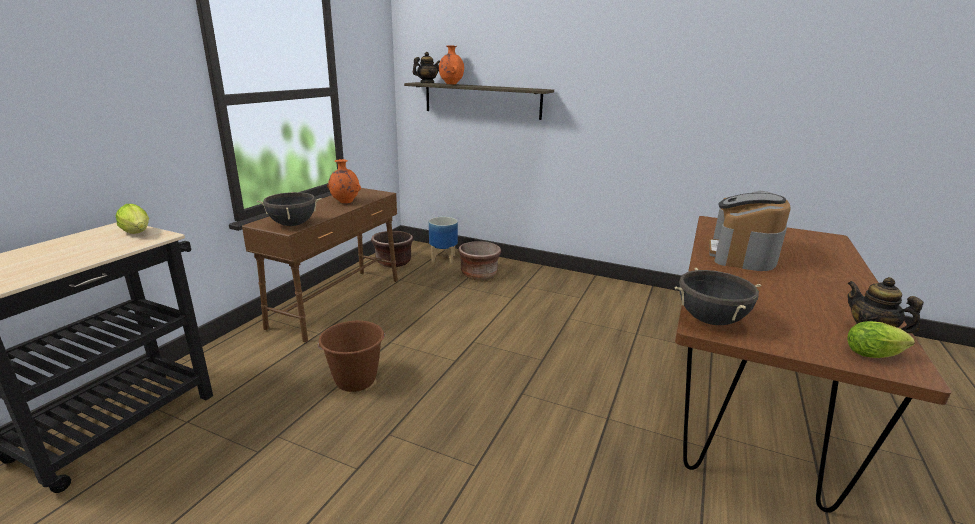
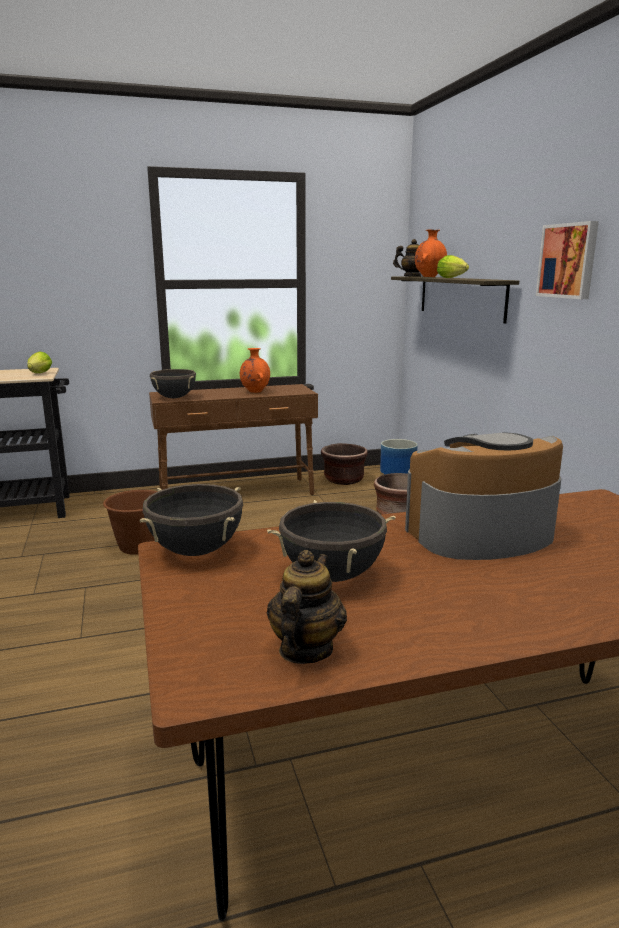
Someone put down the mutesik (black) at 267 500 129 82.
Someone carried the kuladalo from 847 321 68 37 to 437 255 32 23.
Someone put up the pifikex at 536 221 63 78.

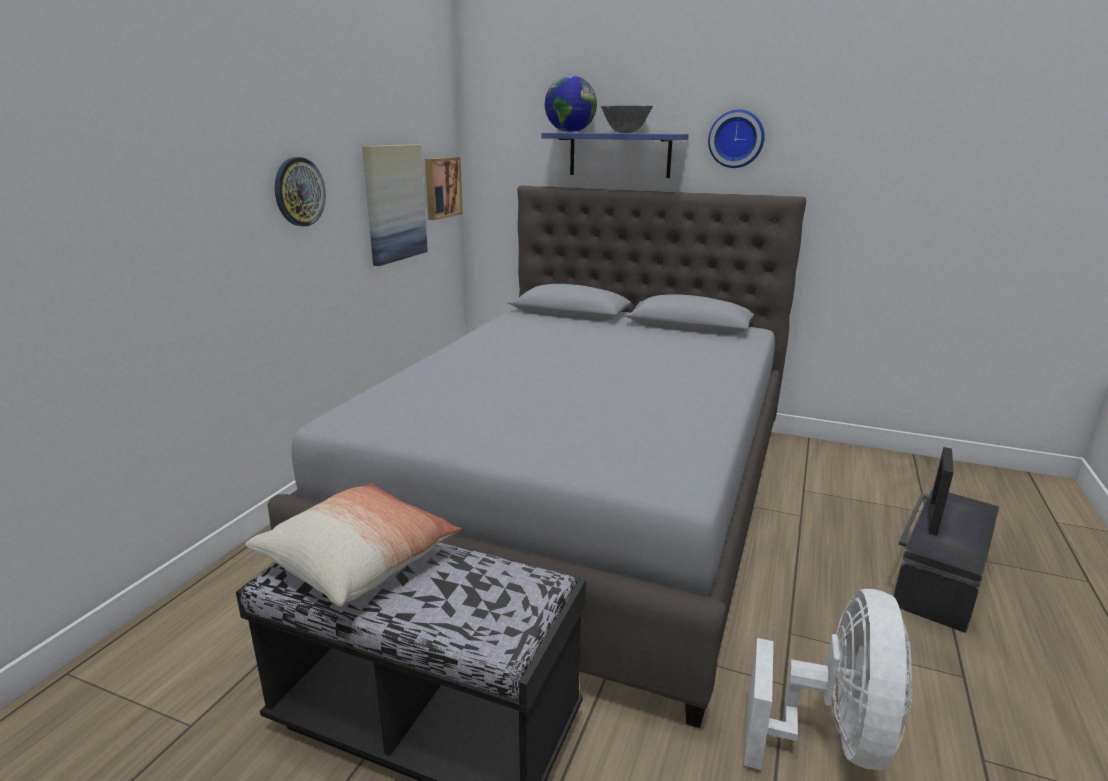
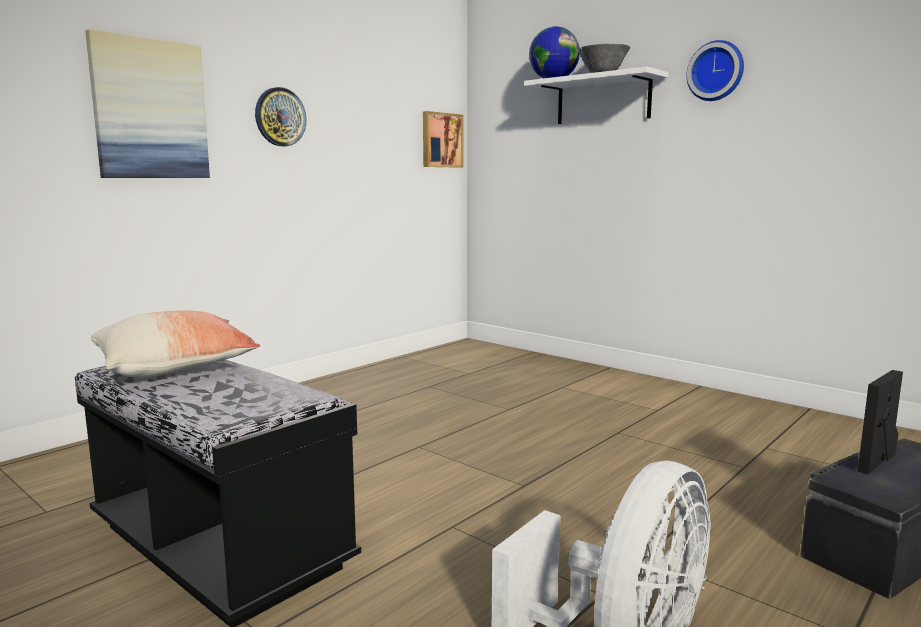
Someone carried the pifikex from 362 144 66 122 to 85 29 125 149.
Someone repainted the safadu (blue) at 541 133 148 45, which became the safadu (white) at 524 67 144 57.
Someone took away the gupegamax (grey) at 268 186 538 542.

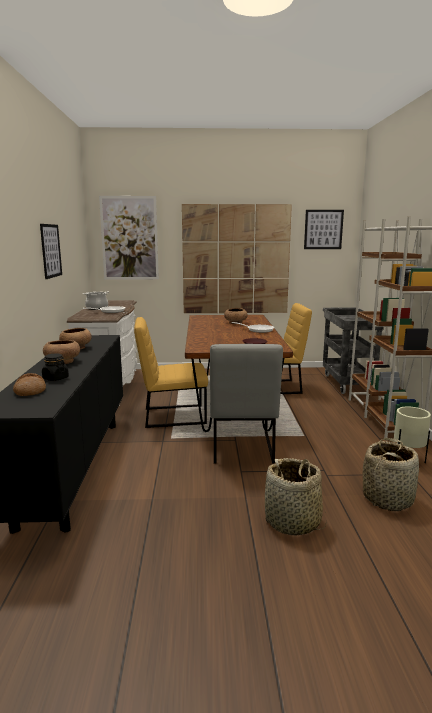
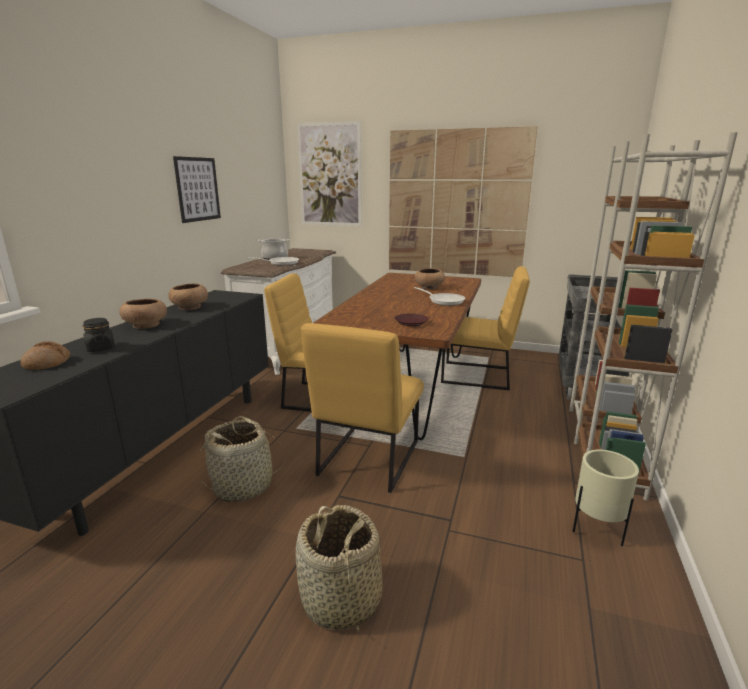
Someone carried the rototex from 363 438 56 73 to 201 416 85 86.
Someone repainted the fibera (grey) at 210 344 73 119, which became the fibera (yellow) at 300 323 124 170.
Someone took away the pifikex at 304 210 40 39.

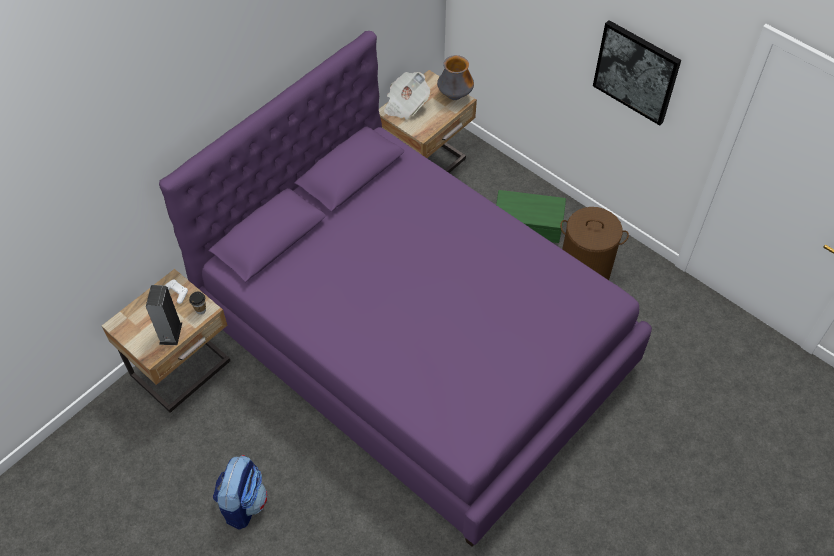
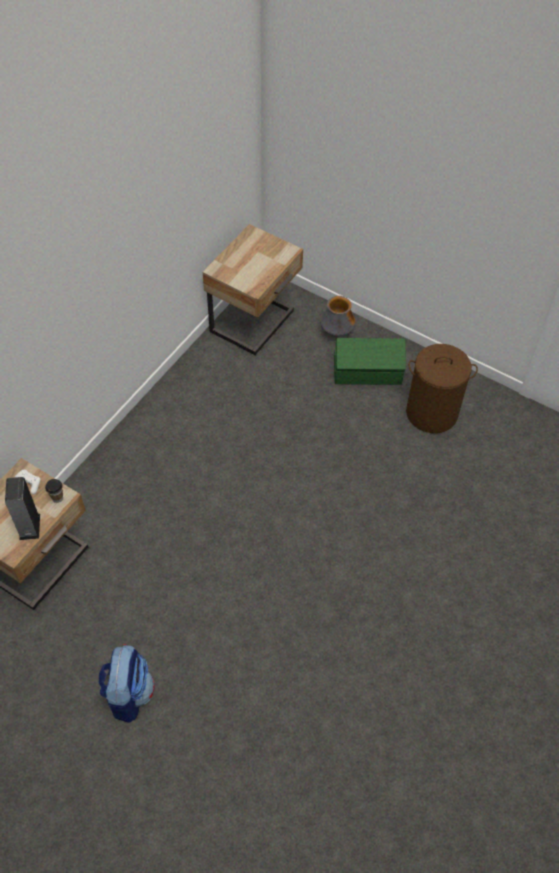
Someone carried the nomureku from 437 55 37 45 to 320 296 36 41.
Someone took away the gupegamax (purple) at 159 31 493 516.
Someone took away the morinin at 384 72 46 48.
Someone took away the pifikex at 593 20 88 106.

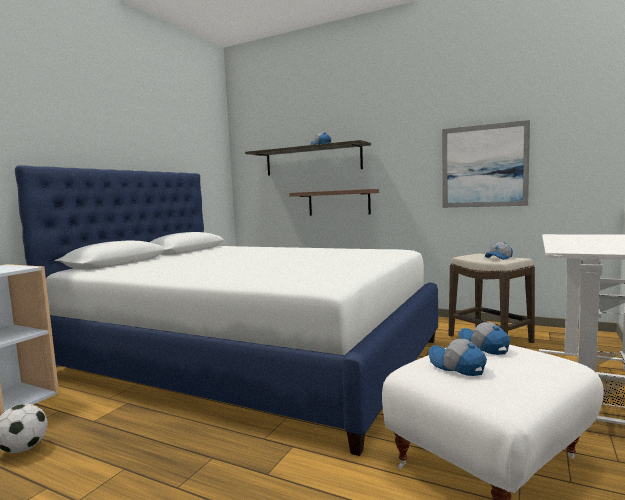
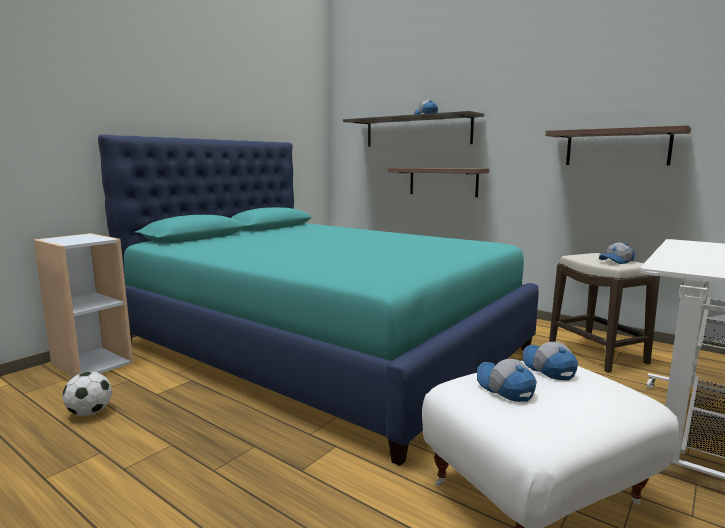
Someone repainted the gupegamax (white) at 15 165 423 291, which became the gupegamax (turquoise) at 98 134 441 332.
Someone swapped the pifikex at 442 120 88 88 for the safadu at 545 125 146 40.

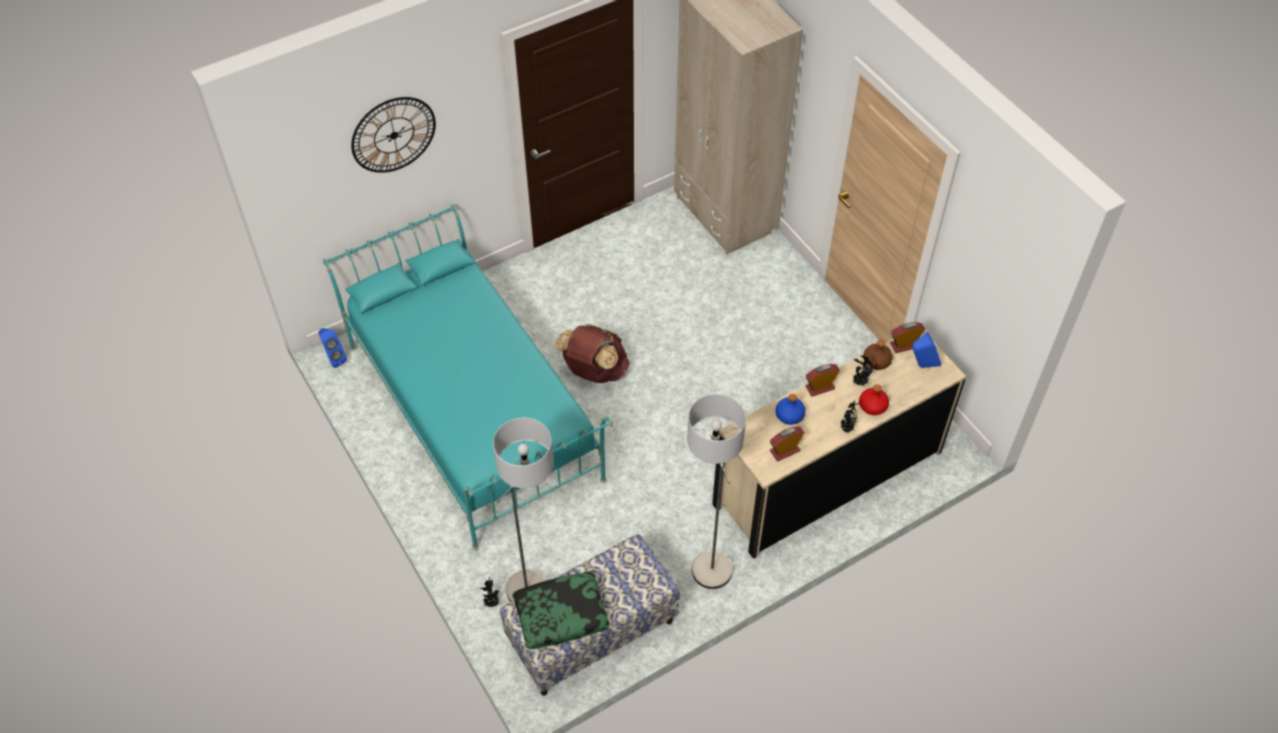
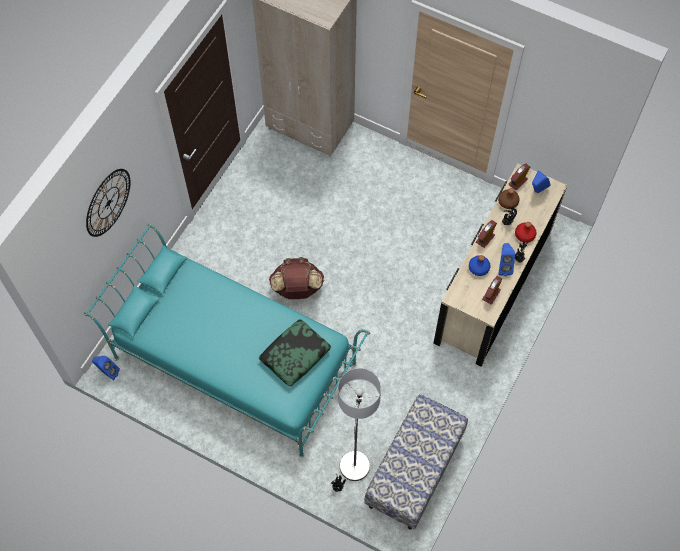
Someone carried the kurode from 512 572 98 77 to 259 319 72 67.
Someone put down the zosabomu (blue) at 498 243 17 33.
Someone took away the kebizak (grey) at 687 394 59 195.

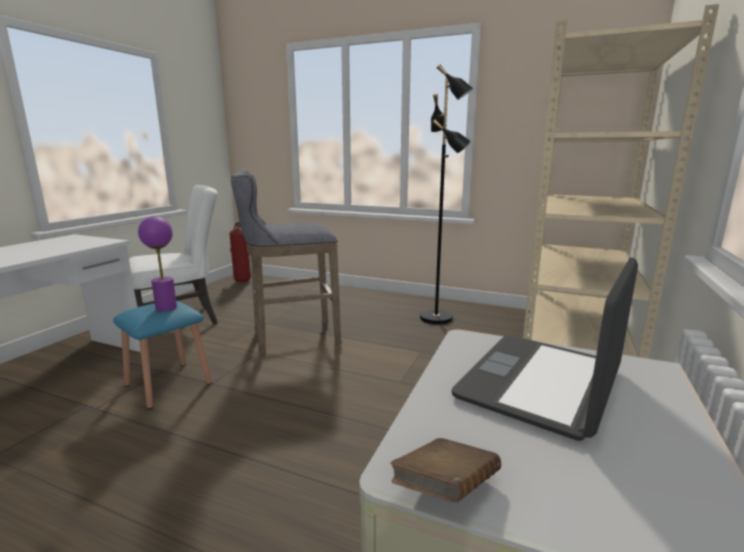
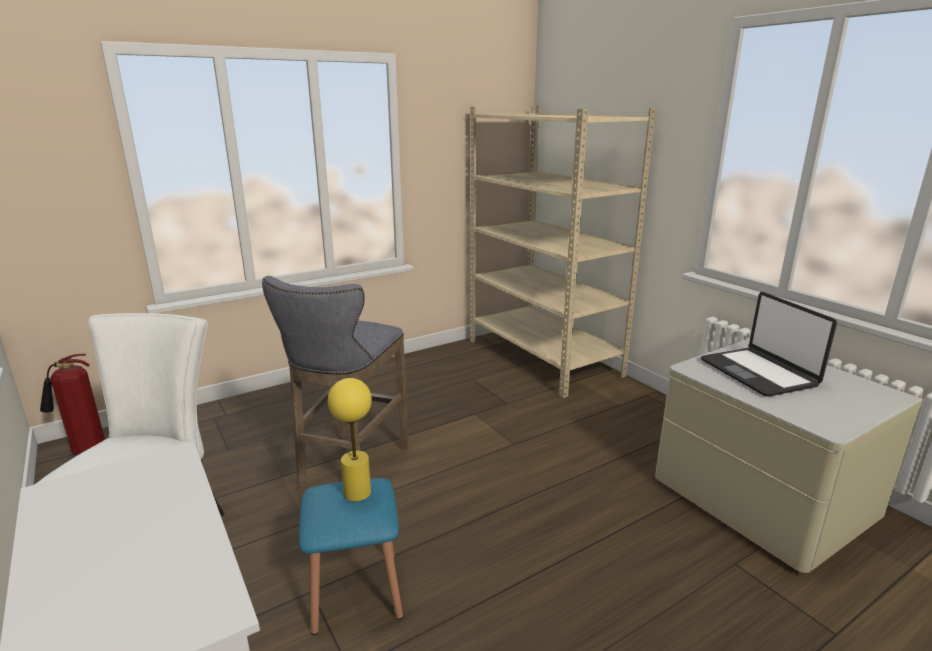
Someone repainted the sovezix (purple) at 138 217 39 95, which became the sovezix (yellow) at 328 378 44 124.
Someone took away the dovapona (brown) at 390 438 111 64.
Someone took away the kebizak (black) at 420 64 53 260.

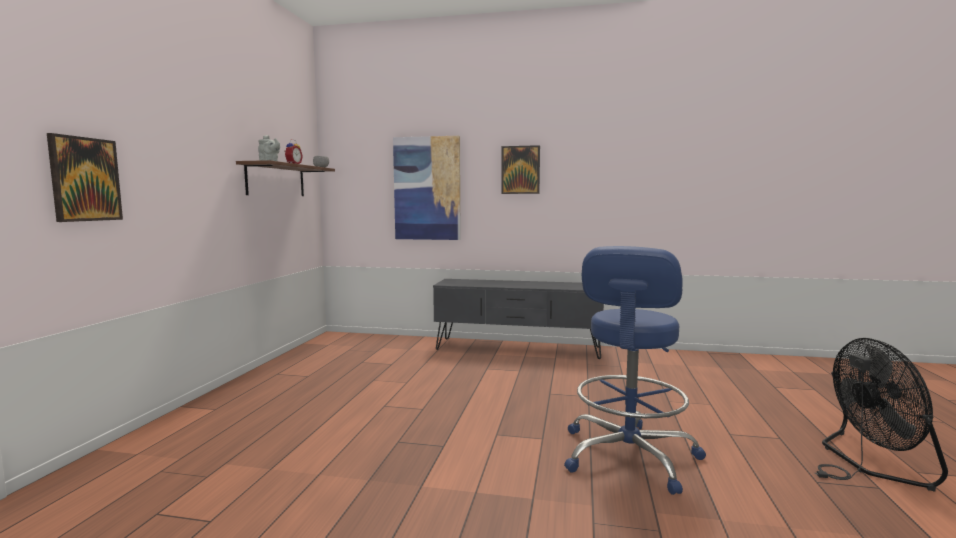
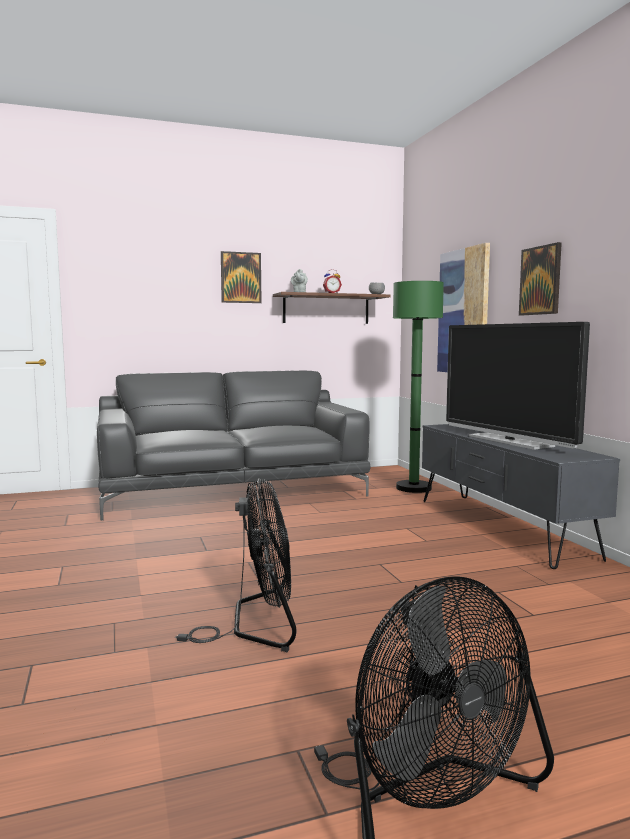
Someone put down the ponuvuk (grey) at 97 370 274 151.
Someone swapped the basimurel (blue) at 564 246 142 249 for the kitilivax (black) at 176 478 120 175.
Someone carried the pifikex from 47 133 76 89 to 221 251 41 52.
Someone put down the kebizak (green) at 393 281 51 212.
Someone put down the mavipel at 446 322 144 128.

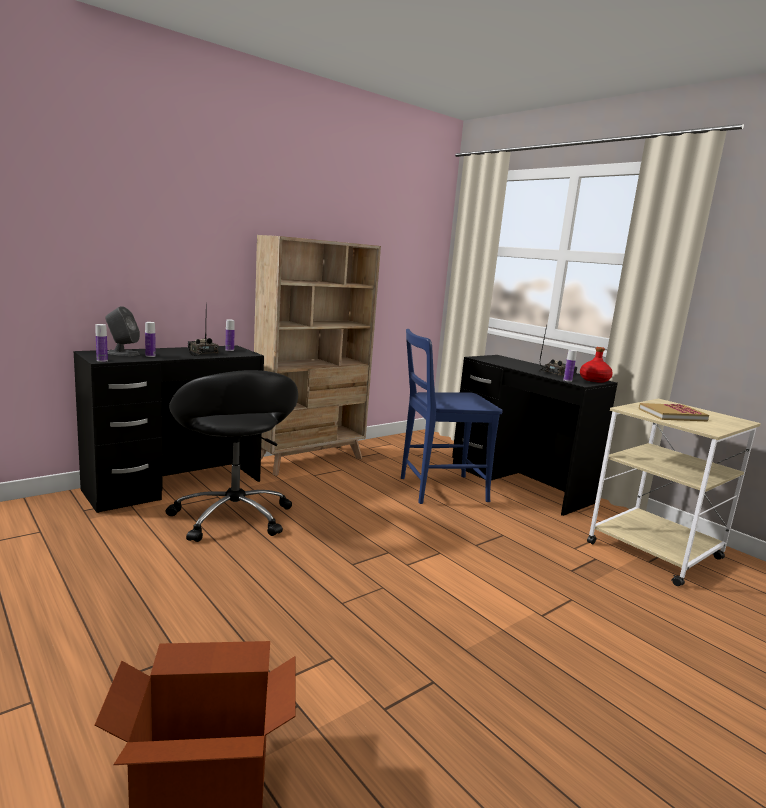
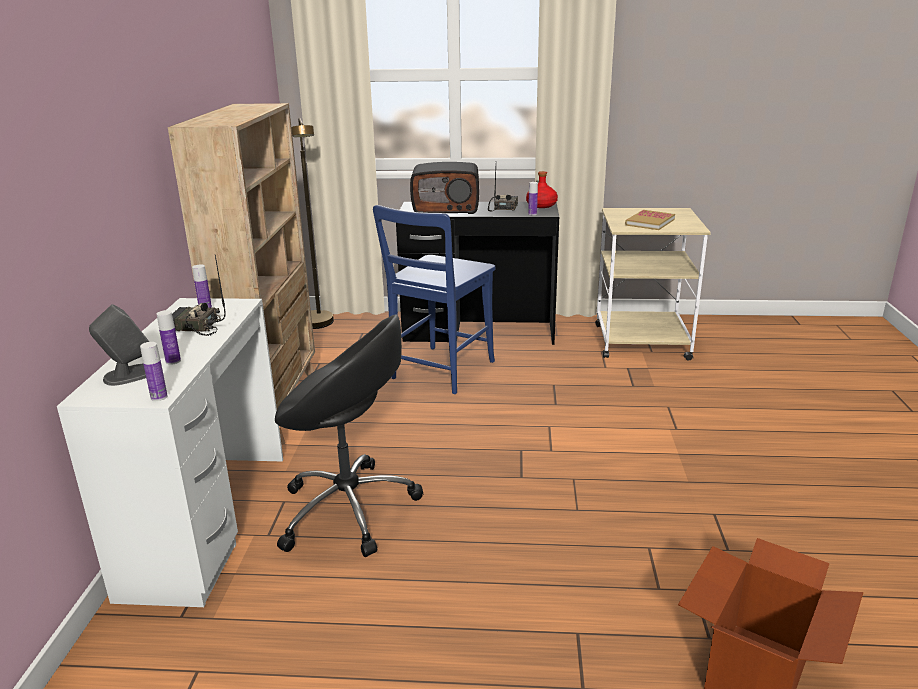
Someone repainted the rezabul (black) at 74 345 190 168, which became the rezabul (white) at 57 298 226 309.
Someone put down the kebizak (brown) at 291 118 43 211.
Someone put down the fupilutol at 410 162 69 52.

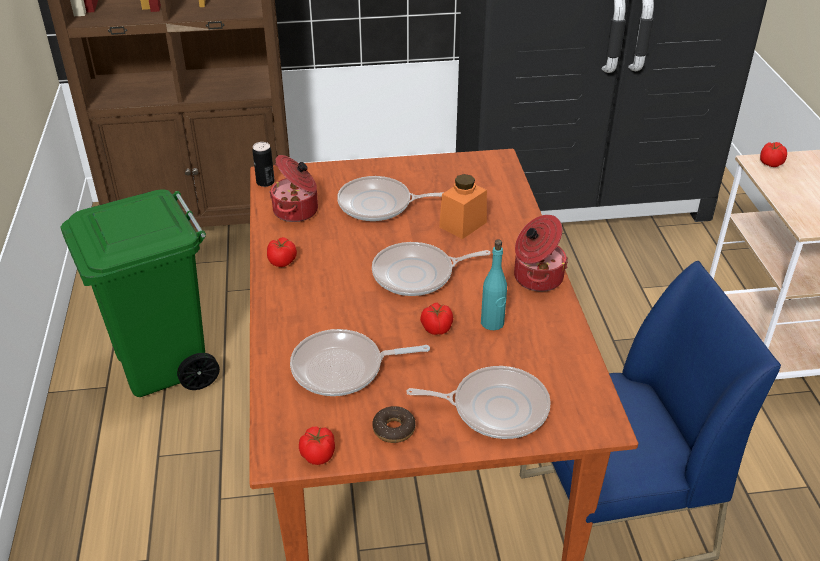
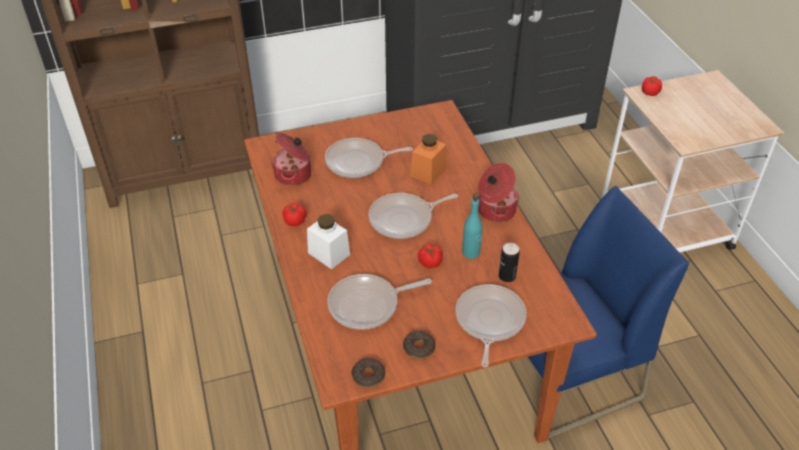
Someone put down the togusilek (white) at 307 214 43 55.
Someone swapped the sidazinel at 299 426 36 39 for the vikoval at 351 358 34 30.
Someone rotated the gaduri at 406 366 145 73 by 75 degrees counterclockwise.
Someone carried the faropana from 252 142 23 45 to 499 243 21 39.
Someone took away the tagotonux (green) at 60 189 160 208.

